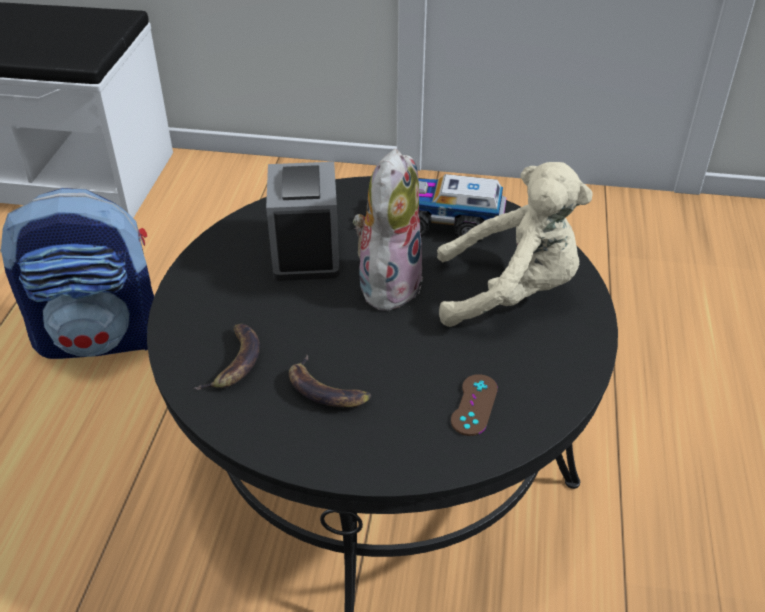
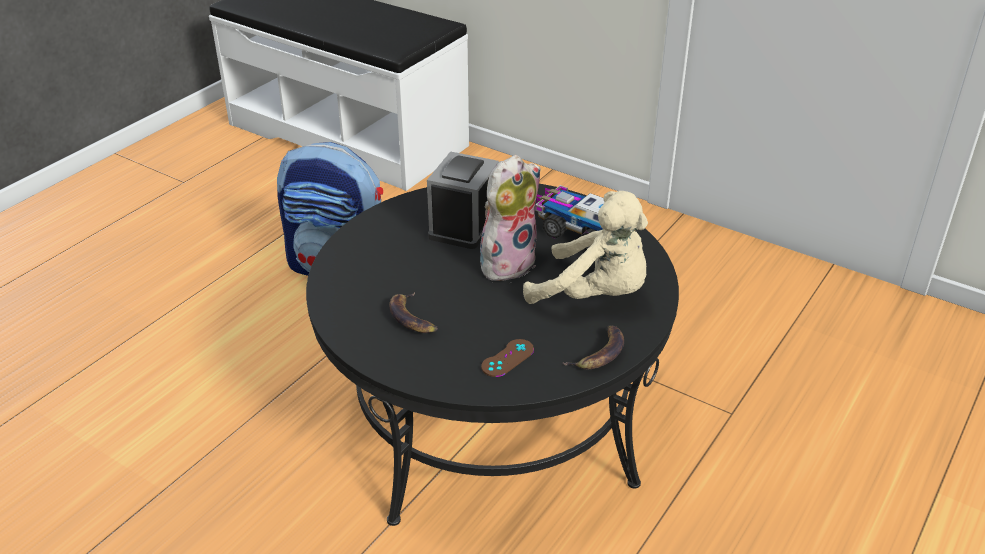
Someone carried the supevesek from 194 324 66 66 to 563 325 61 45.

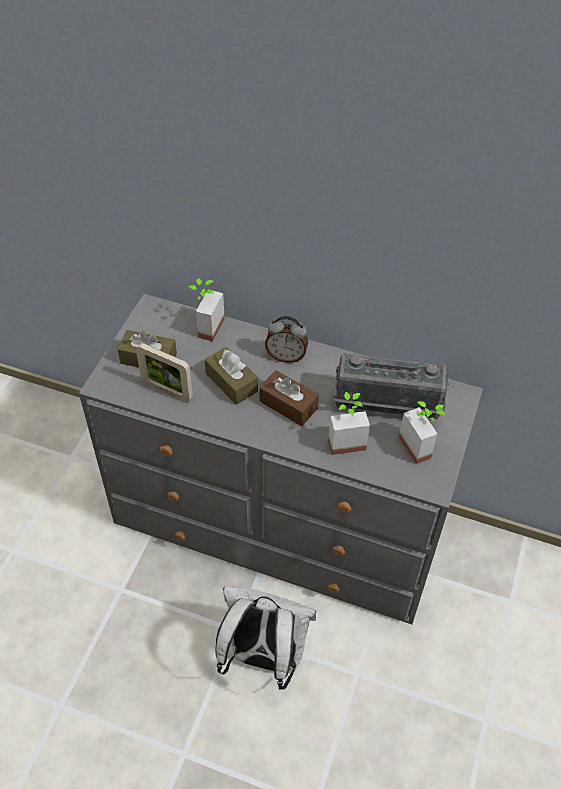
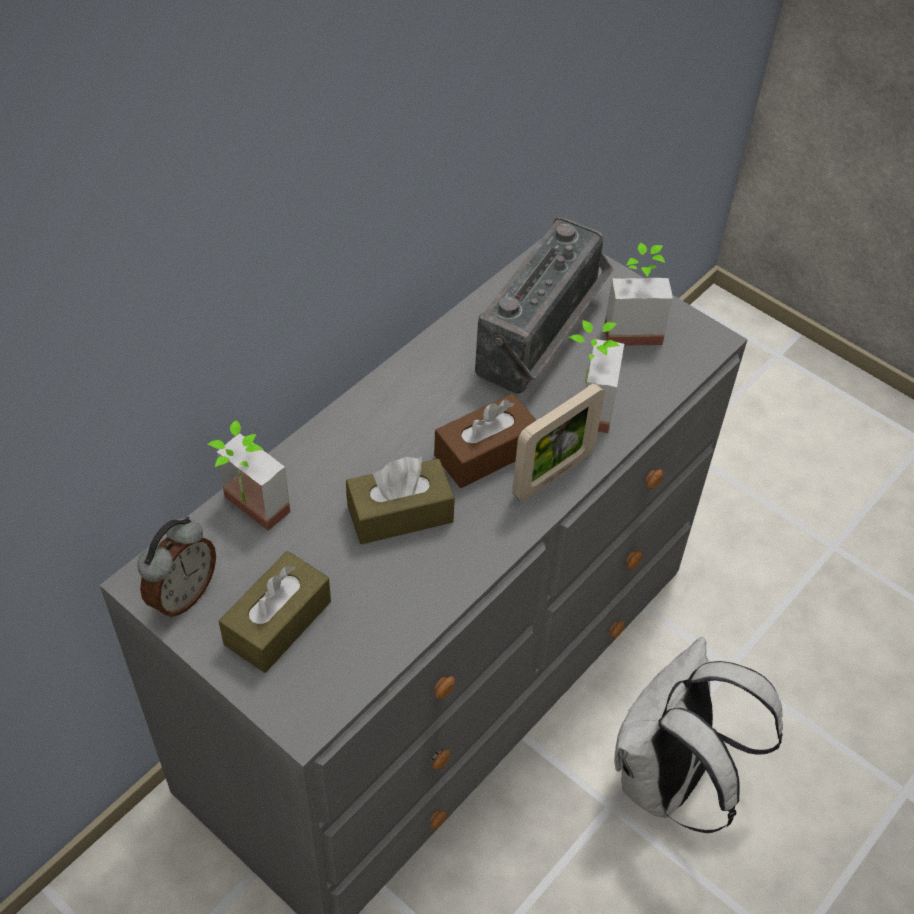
Someone carried the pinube from 265 316 43 47 to 137 517 79 101.
Someone carried the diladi from 136 343 57 60 to 512 383 93 119.

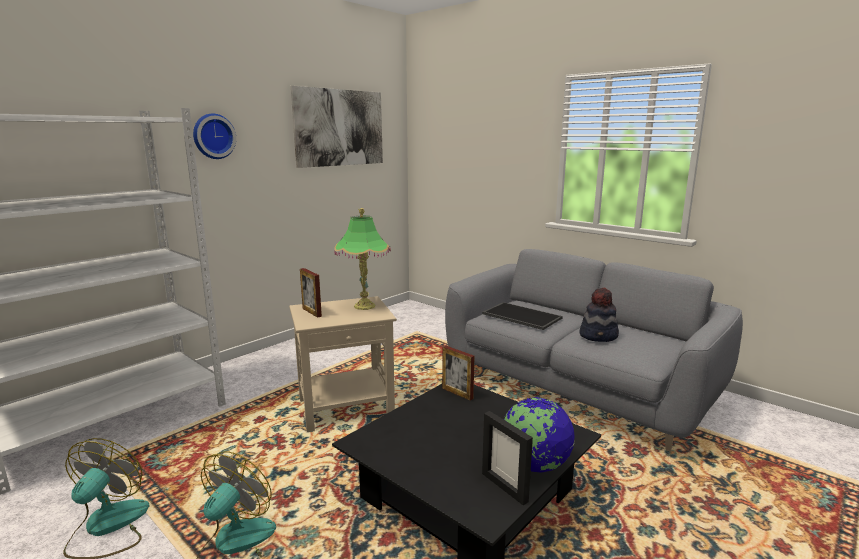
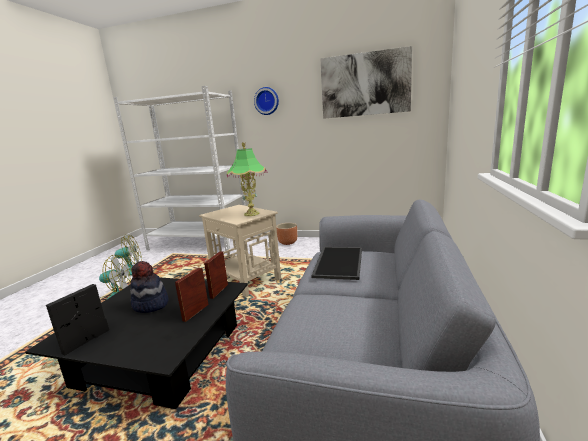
Someone carried the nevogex from 579 288 40 54 to 130 261 38 52.
Someone carried the diladi from 300 268 22 50 to 175 268 33 54.
Someone put down the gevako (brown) at 276 223 21 22.
Someone took away the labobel at 504 397 71 76.

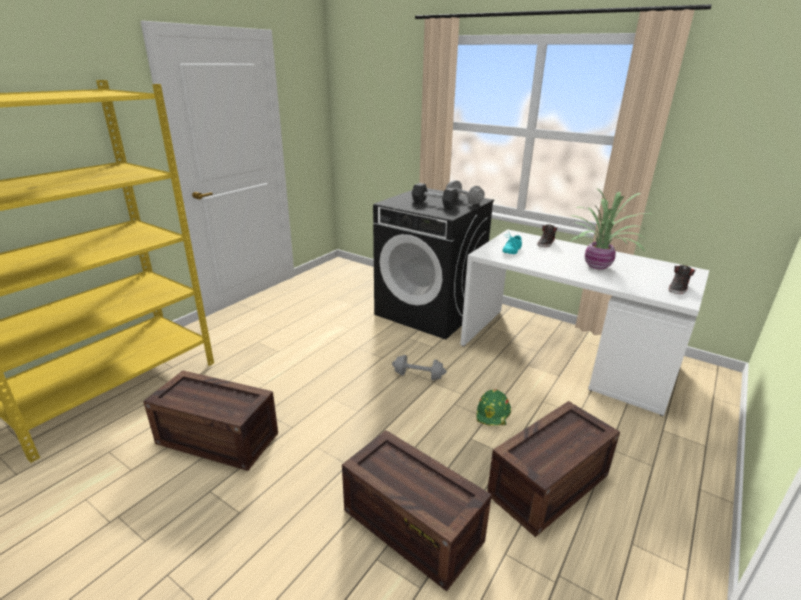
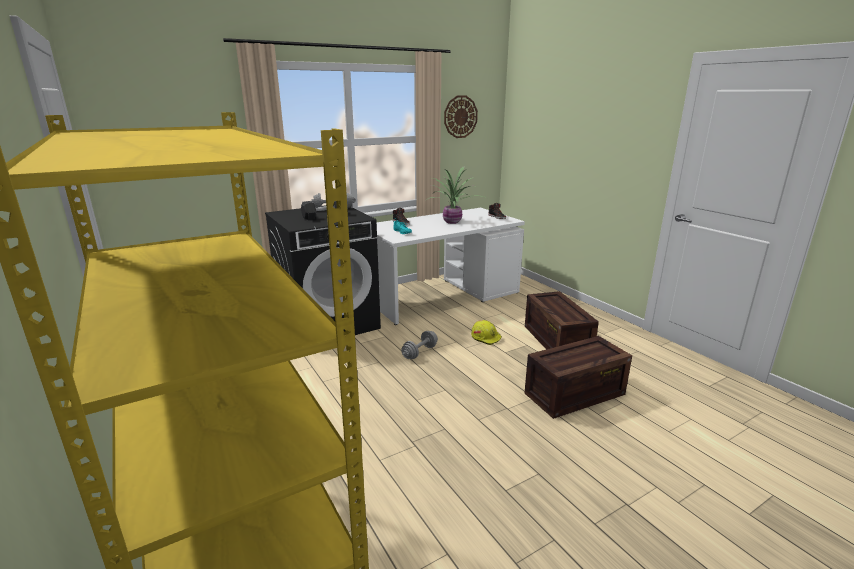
Someone put up the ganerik at 444 95 34 43.
Someone repainted the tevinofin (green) at 477 389 34 37, which became the tevinofin (yellow) at 471 320 31 25.
Someone took away the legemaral at 143 370 135 101.

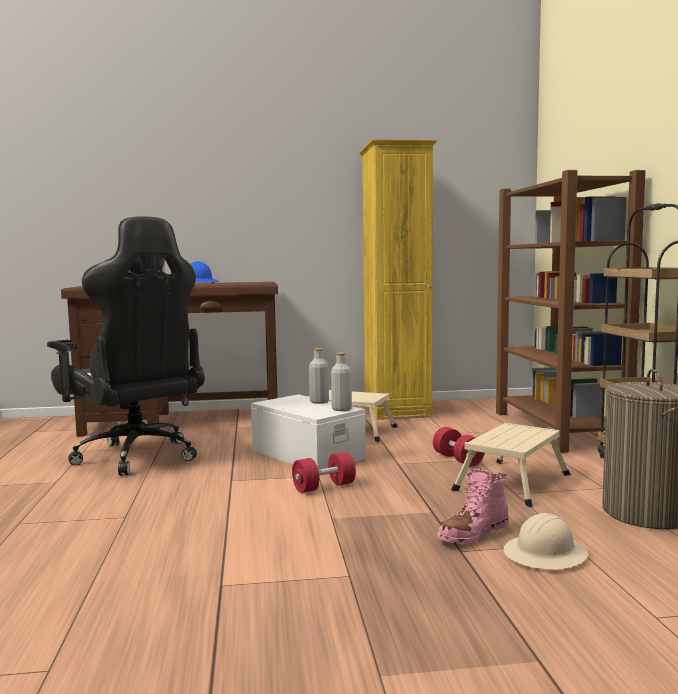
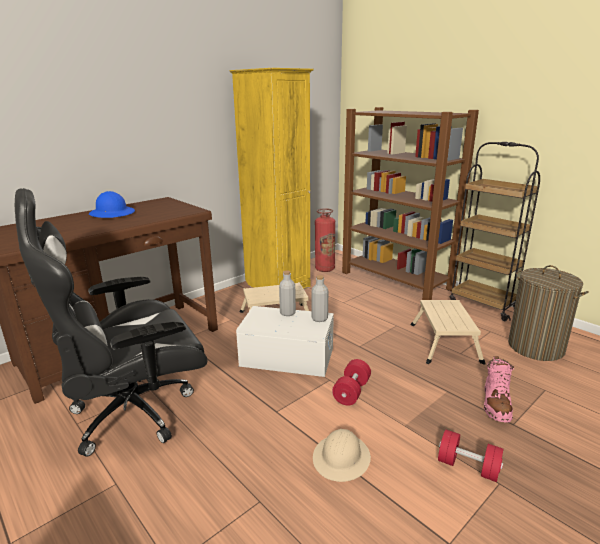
Someone rotated the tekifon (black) at 47 216 158 259 by 135 degrees clockwise.
Someone carried the tevinofin (beige) from 504 513 84 57 to 313 429 58 53.
Someone put down the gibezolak at 315 208 20 64.
Someone carried the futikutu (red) from 433 427 52 39 to 438 430 66 52.

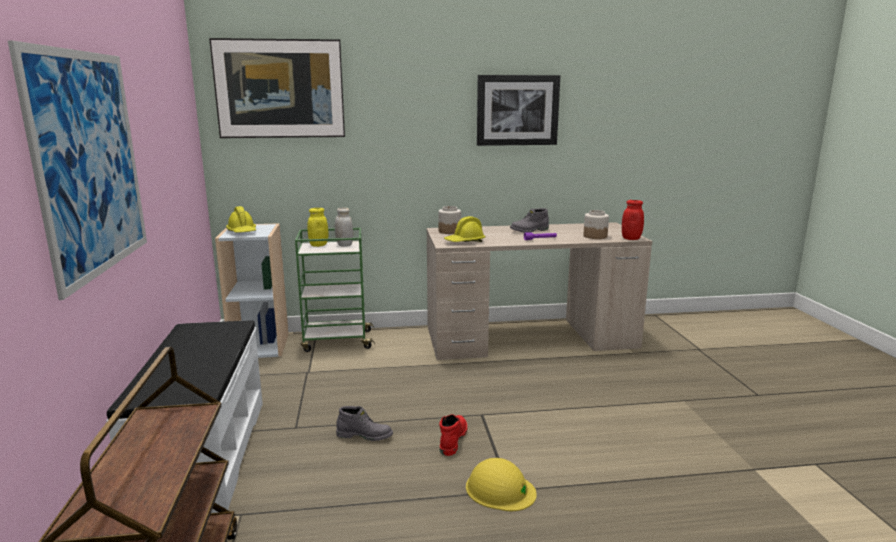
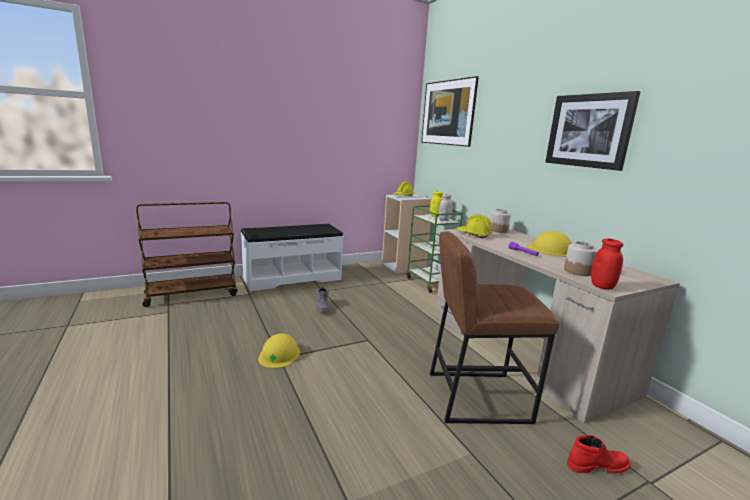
Someone put down the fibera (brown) at 430 231 129 193.
Someone swapped the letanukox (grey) at 510 208 39 25 for the tevinofin (yellow) at 527 231 45 26.
Someone carried the letanukox (red) from 439 414 28 42 to 567 435 63 39.
Someone took away the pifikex at 7 40 140 260.

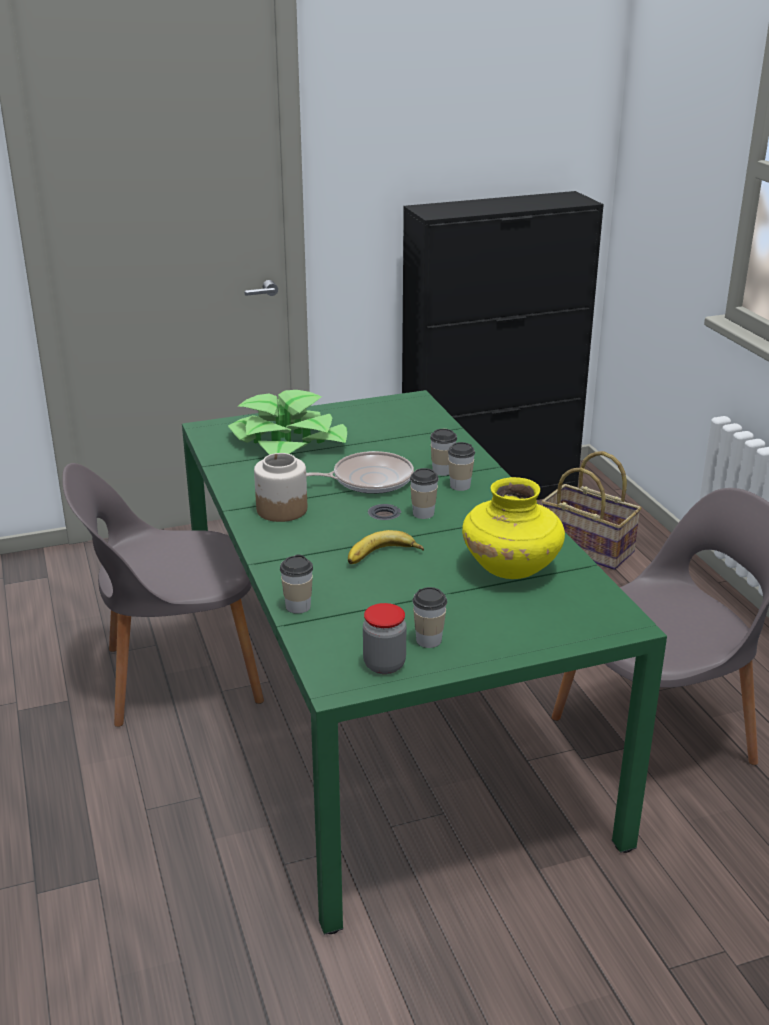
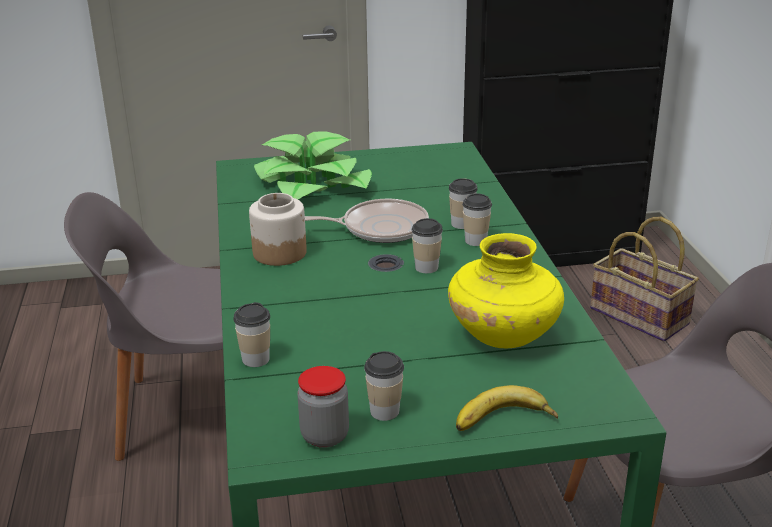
Someone carried the supevesek from 348 530 76 34 to 456 385 102 46.

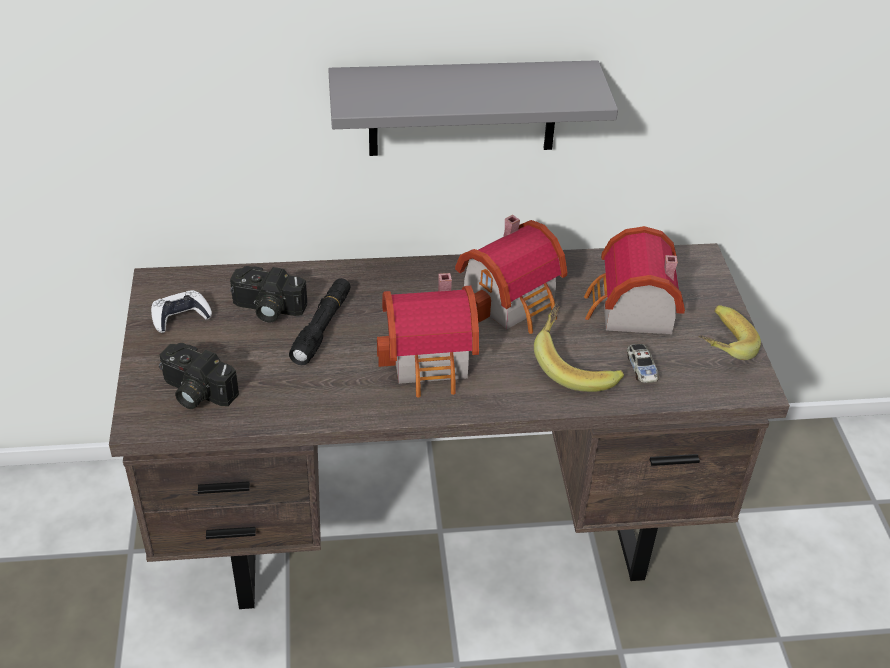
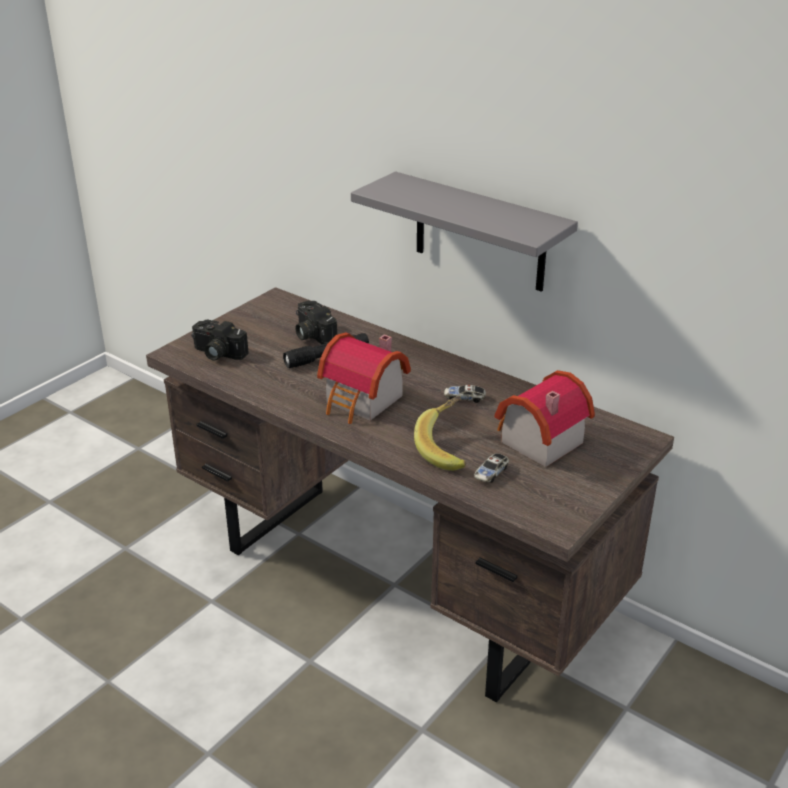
Someone rotated the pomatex at 159 343 80 66 by 45 degrees counterclockwise.
Someone swapped the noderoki at 455 215 112 119 for the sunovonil at 444 385 42 18.
Someone took away the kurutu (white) at 151 290 61 43.
Someone took away the supevesek at 698 305 63 55.

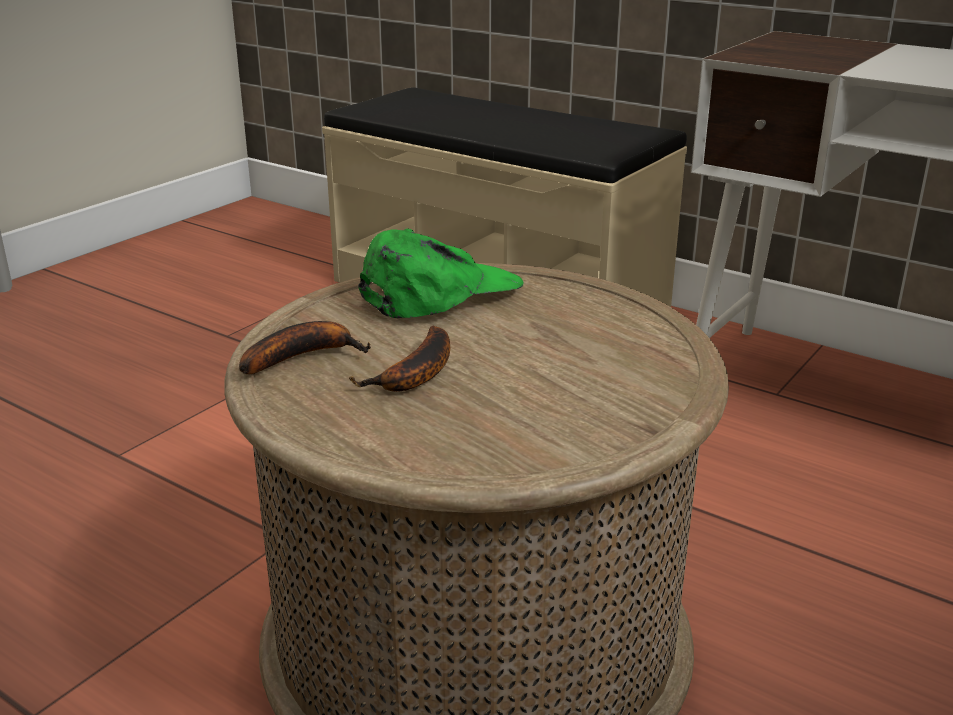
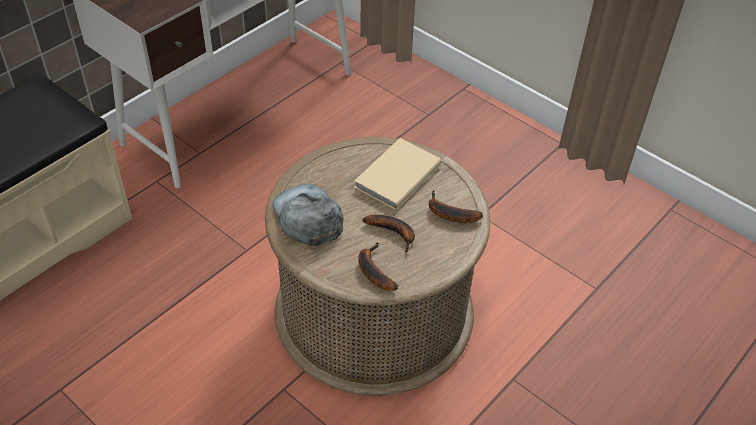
Someone repainted the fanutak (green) at 358 228 166 90, which became the fanutak (grey) at 273 184 70 62.
Someone put down the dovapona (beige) at 354 138 87 72.
Someone put down the supevesek at 429 190 54 33.

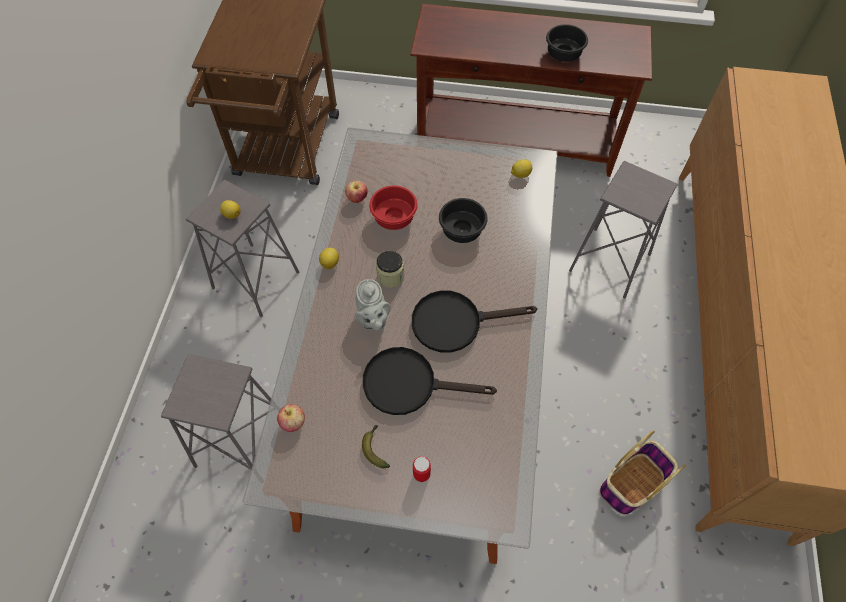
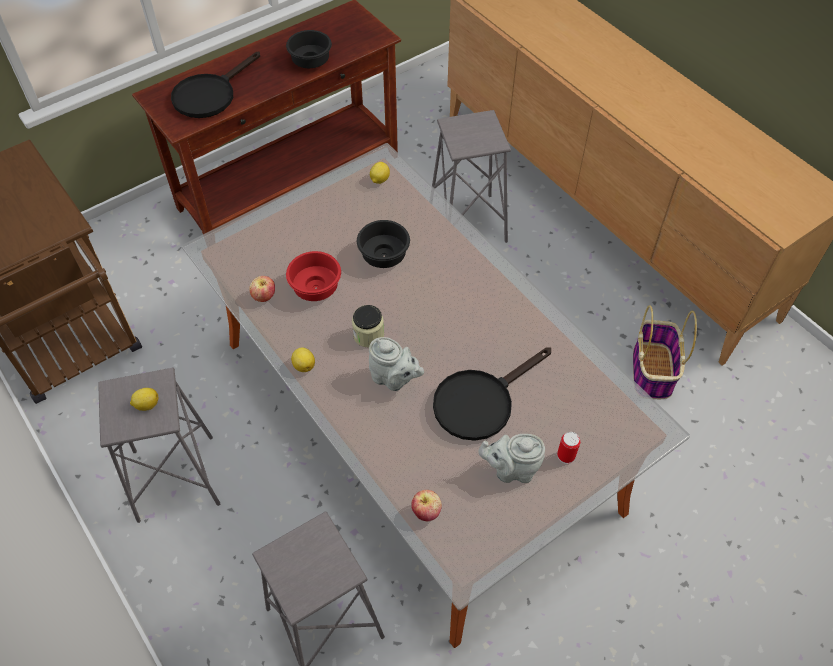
Someone carried the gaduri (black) from 412 290 126 62 to 171 51 89 67.
Someone swapped the supevesek at 362 425 28 43 for the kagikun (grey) at 478 434 67 49.

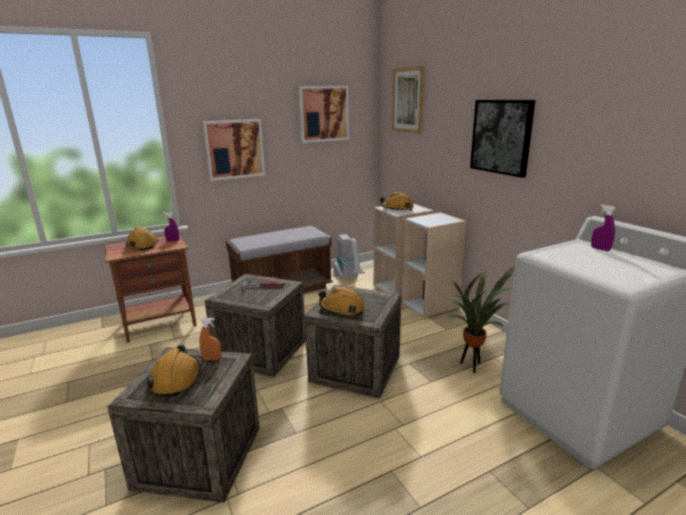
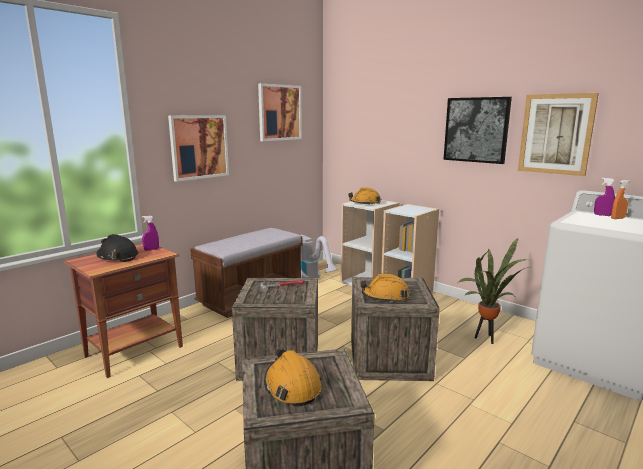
Someone repainted the tevinofin (orange) at 126 226 32 25, which became the tevinofin (black) at 96 234 42 28.
Someone carried the pifikex from 392 66 33 68 to 518 93 81 83.
Someone carried the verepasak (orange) from 199 318 22 42 to 611 180 19 39.

